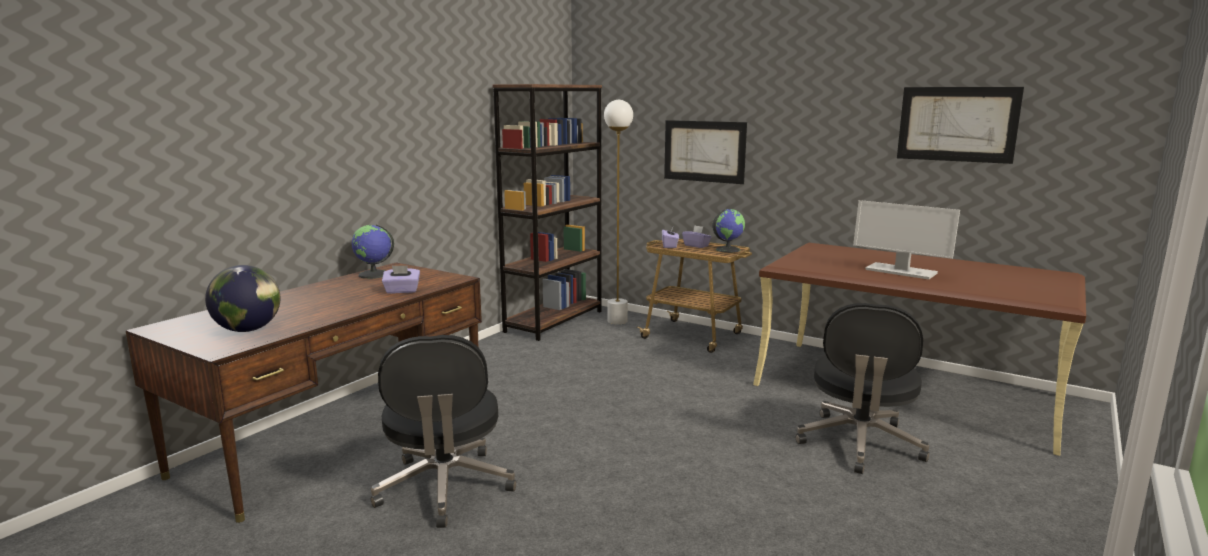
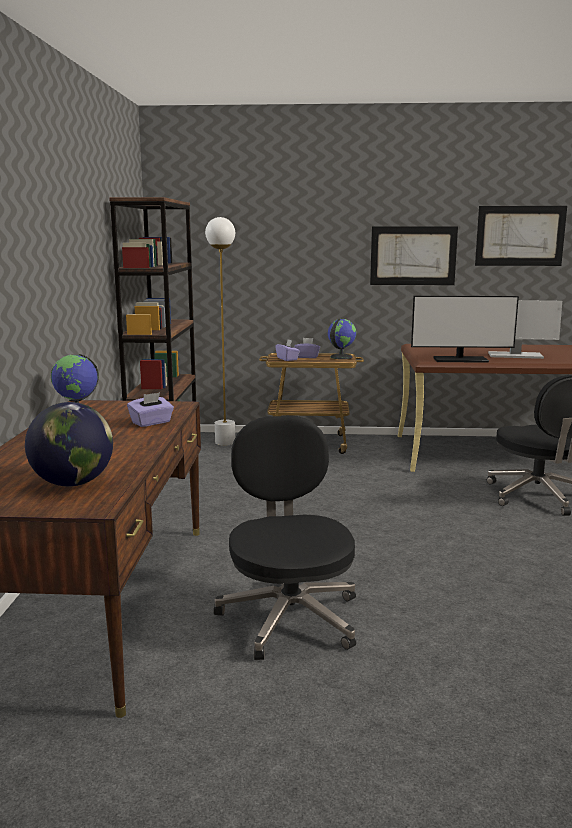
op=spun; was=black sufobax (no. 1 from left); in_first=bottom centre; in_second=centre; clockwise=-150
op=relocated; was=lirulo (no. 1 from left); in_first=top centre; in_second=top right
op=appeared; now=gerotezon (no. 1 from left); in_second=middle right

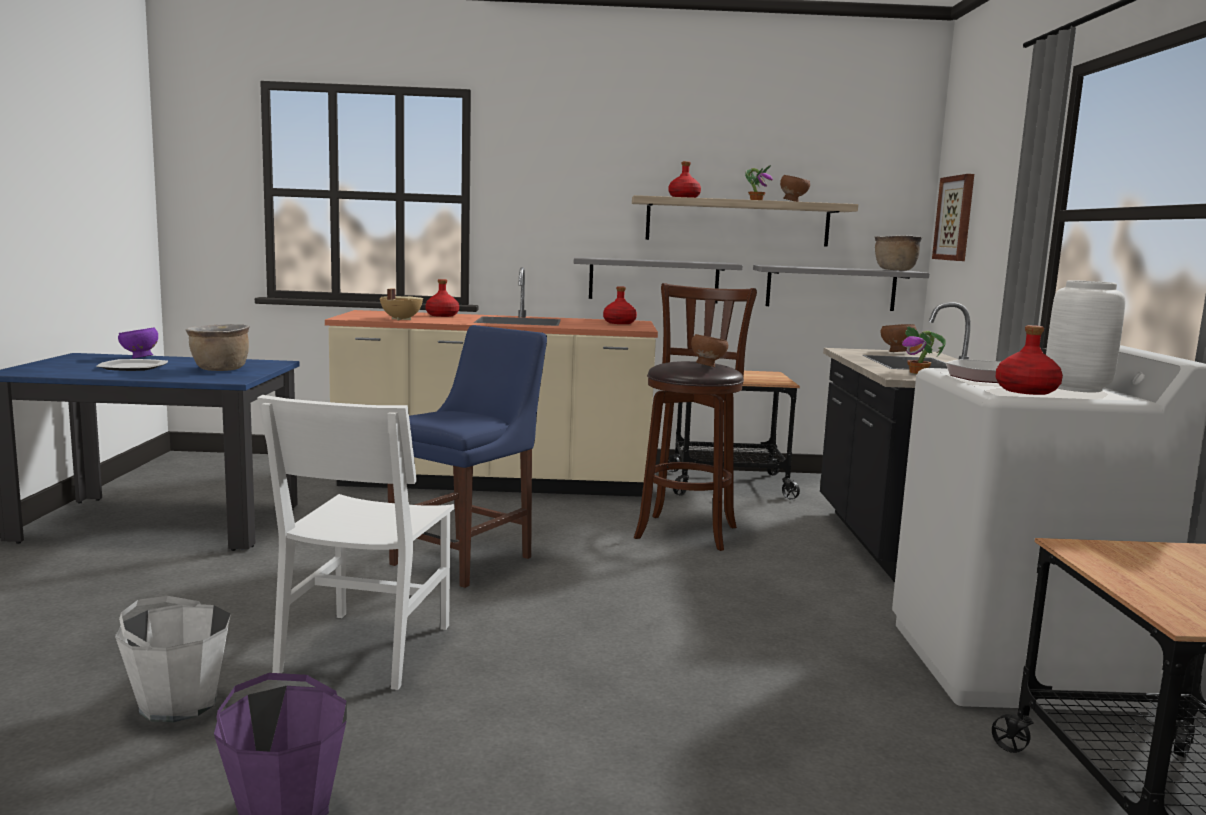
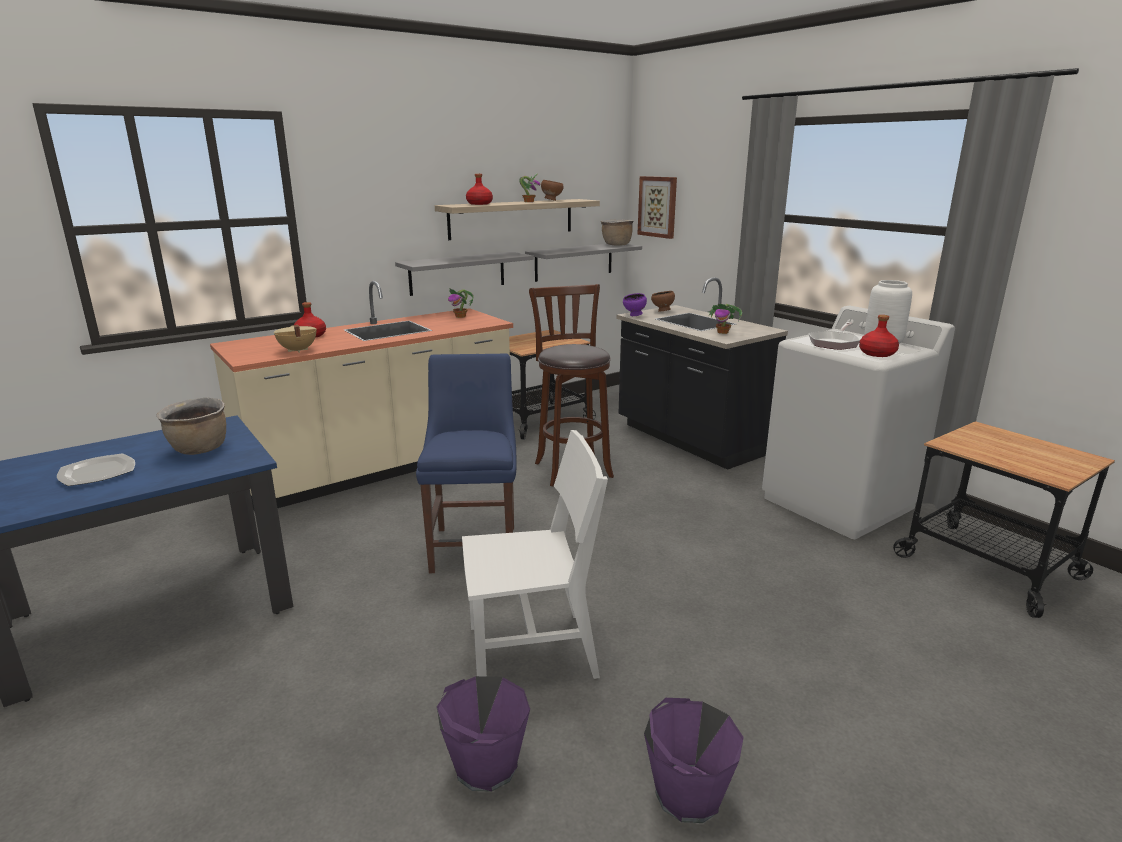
op=colour; was=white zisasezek; now=purple zisasezek (no. 1 from left); in_first=bottom left; in_second=bottom centre
op=relocated; was=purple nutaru; in_first=middle left; in_second=centre
op=spun; was=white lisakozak; in_first=middle left; in_second=centre; clockwise=-75
op=exchanged; was=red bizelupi (no. 2 from left); now=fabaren (no. 1 from left); in_first=centre; in_second=centre
op=missing; was=brown nutaru (no. 1 from left); in_first=centre

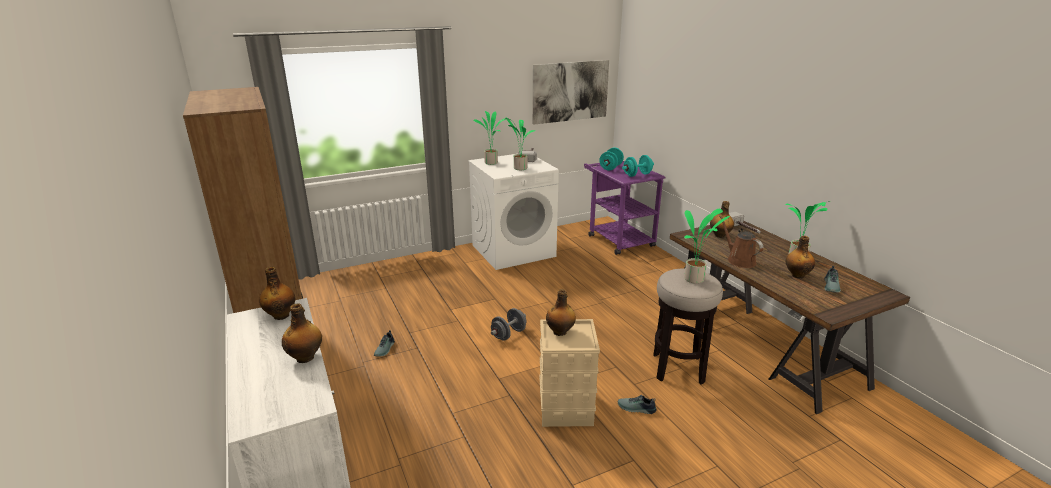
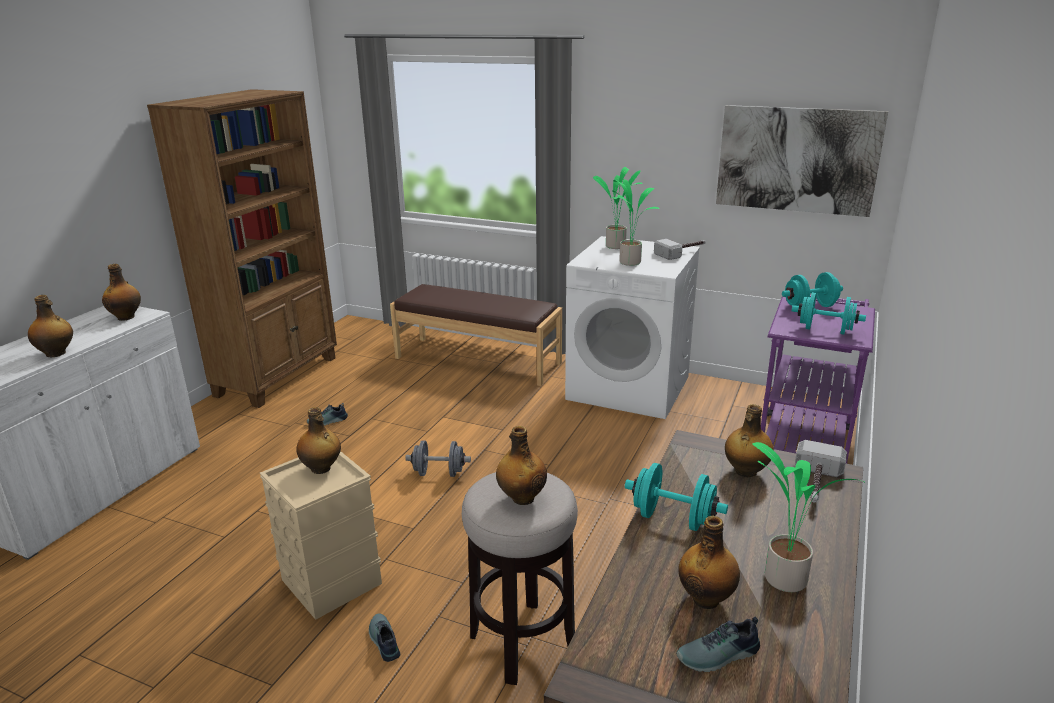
op=exchanged; was=fabaren (no. 3 from left); now=bizelupi (no. 4 from left); in_first=middle right; in_second=centre
op=exchanged; was=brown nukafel; now=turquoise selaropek (no. 1 from left); in_first=middle right; in_second=bottom centre
op=appeared; now=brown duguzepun; in_second=centre

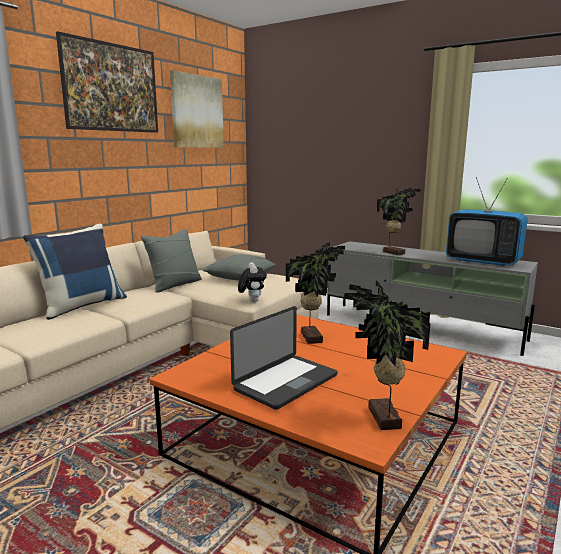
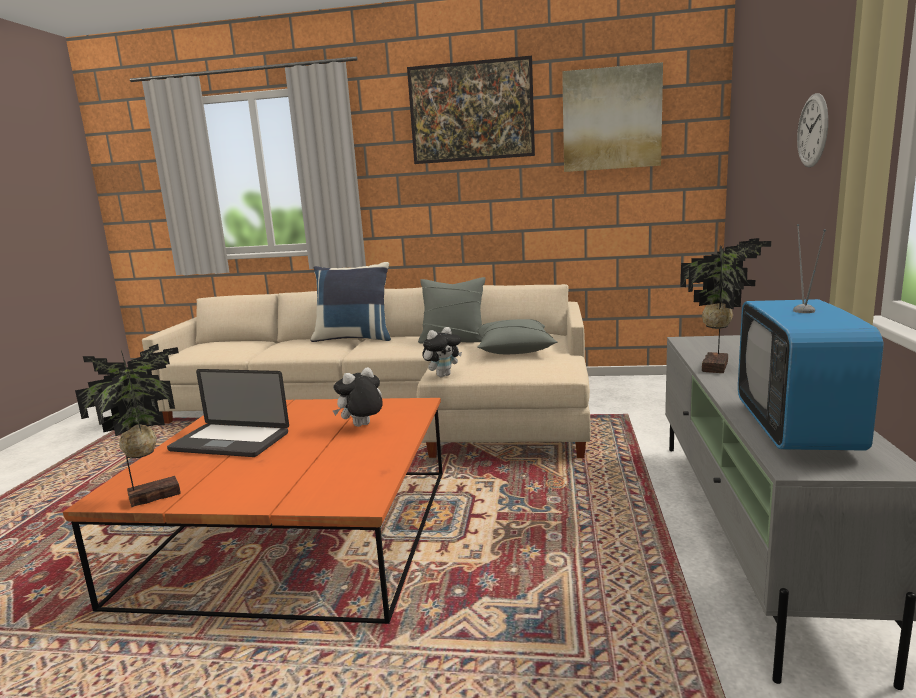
op=exchanged; was=fabaren (no. 1 from left); now=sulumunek (no. 1 from left); in_first=centre; in_second=centre
op=appeared; now=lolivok; in_second=top right

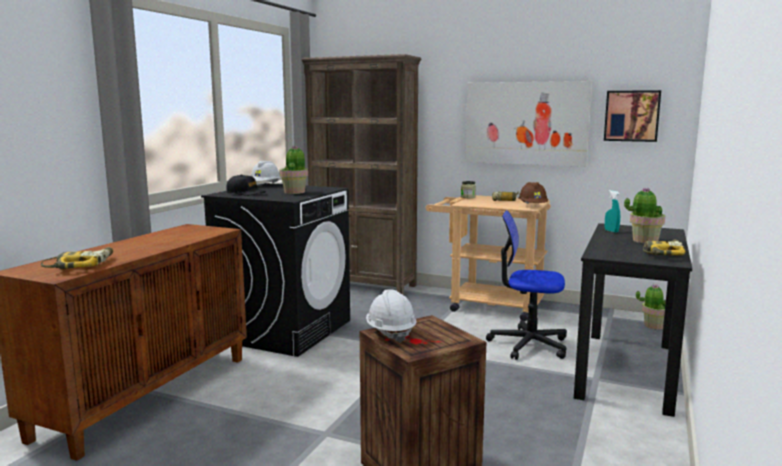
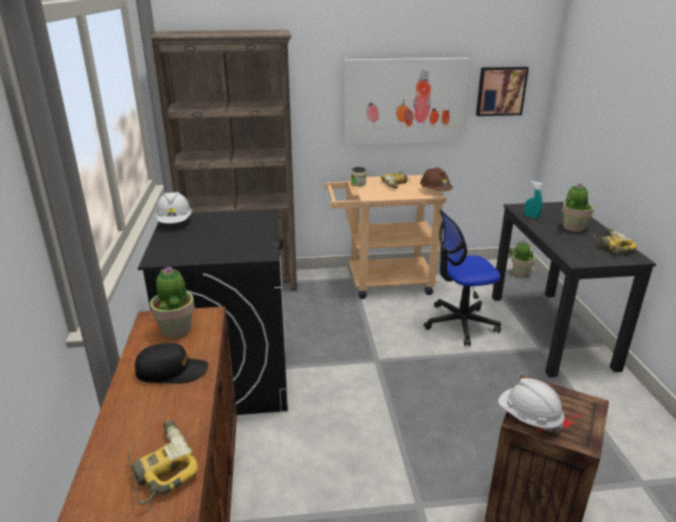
op=relocated; was=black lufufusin; in_first=middle left; in_second=bottom left
op=relocated; was=fabaren (no. 1 from left); in_first=centre; in_second=middle left

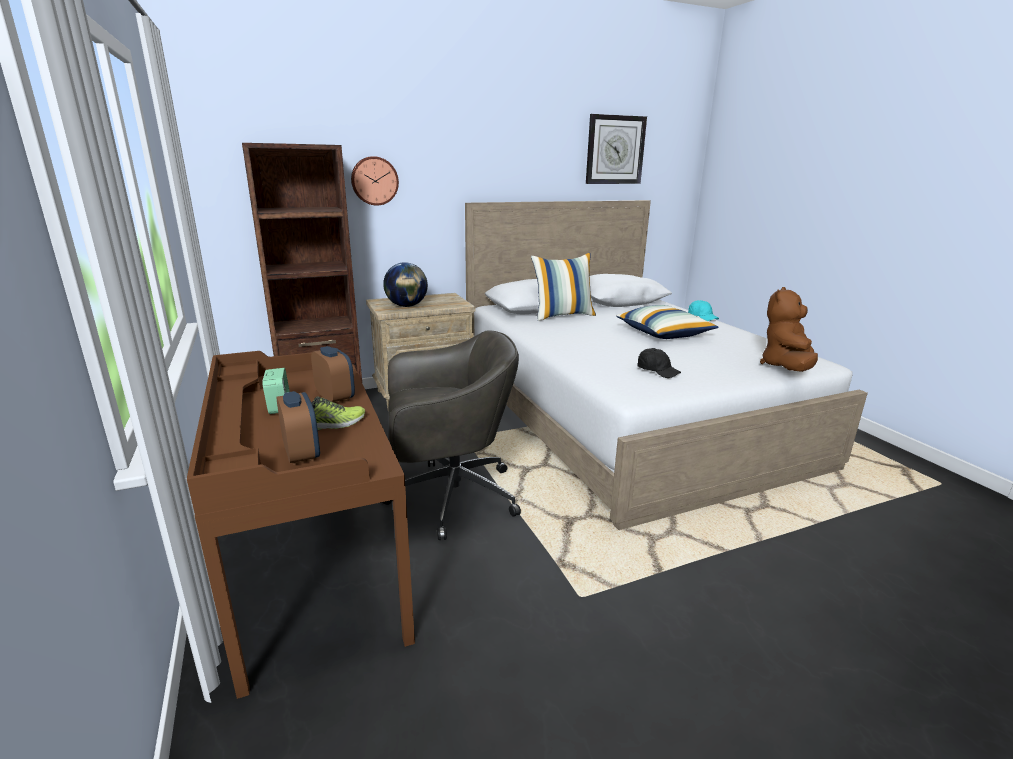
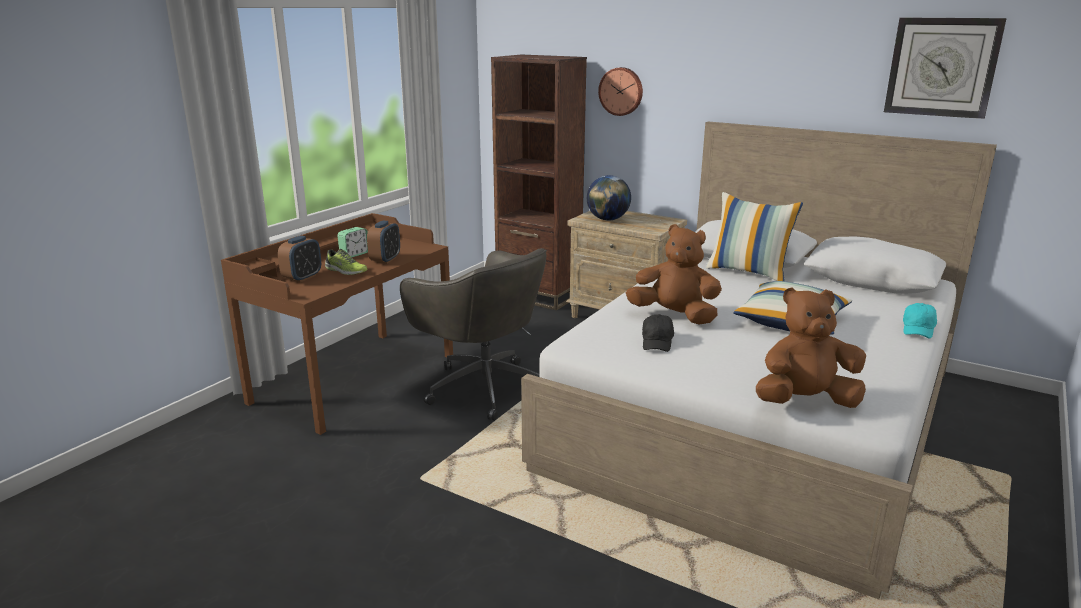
op=appeared; now=brown sulumunek (no. 1 from left); in_second=centre

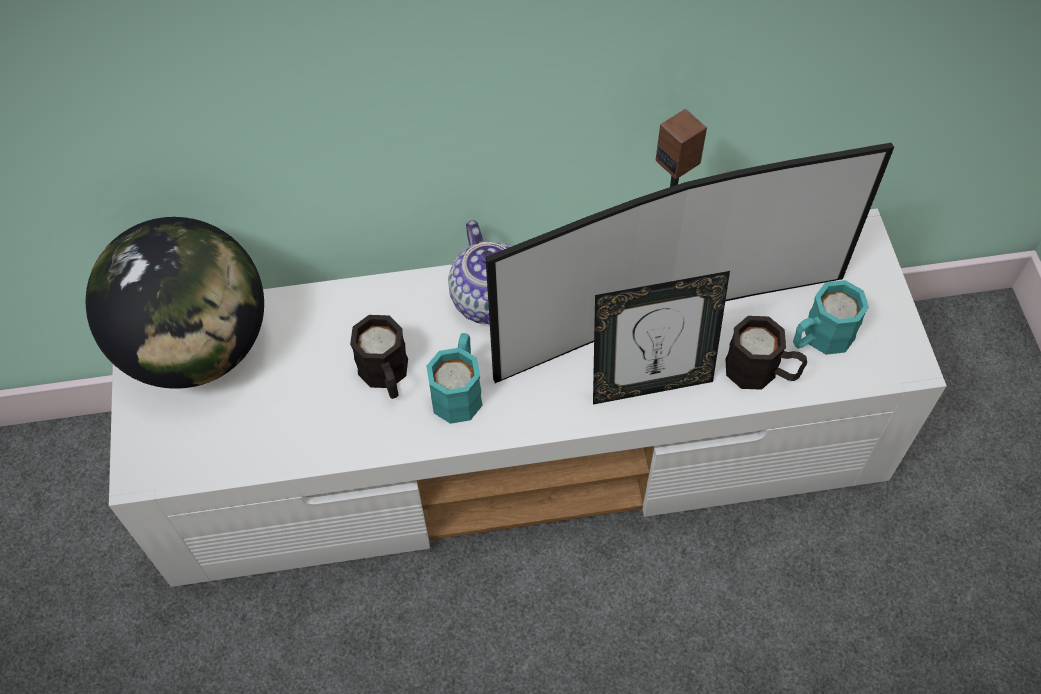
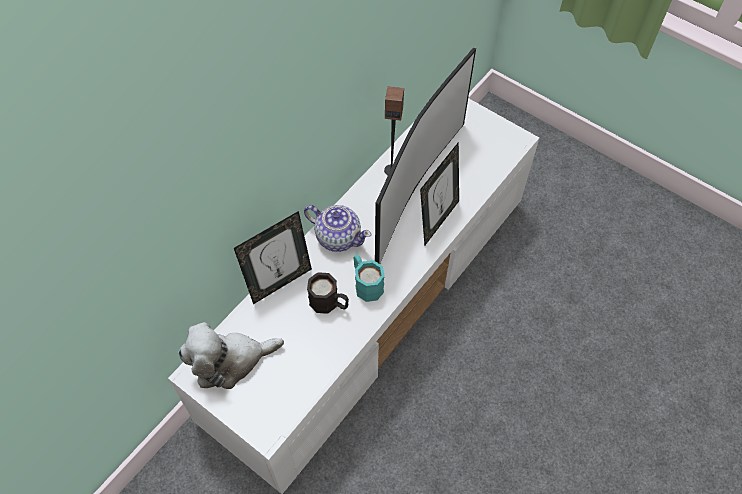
op=exchanged; was=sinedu; now=sulumunek; in_first=middle left; in_second=bottom left
op=missing; was=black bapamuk (no. 2 from left); in_first=middle right
op=missing; was=turquoise bapamuk (no. 2 from left); in_first=middle right
op=appeared; now=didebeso (no. 1 from left); in_second=centre

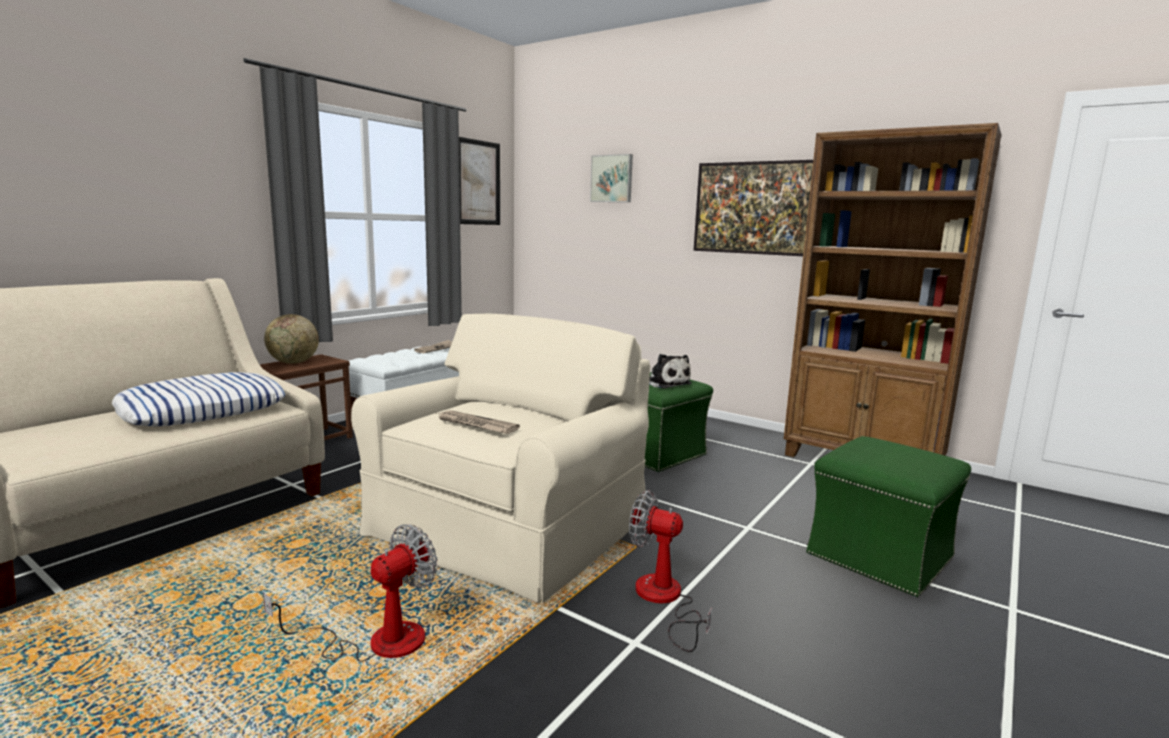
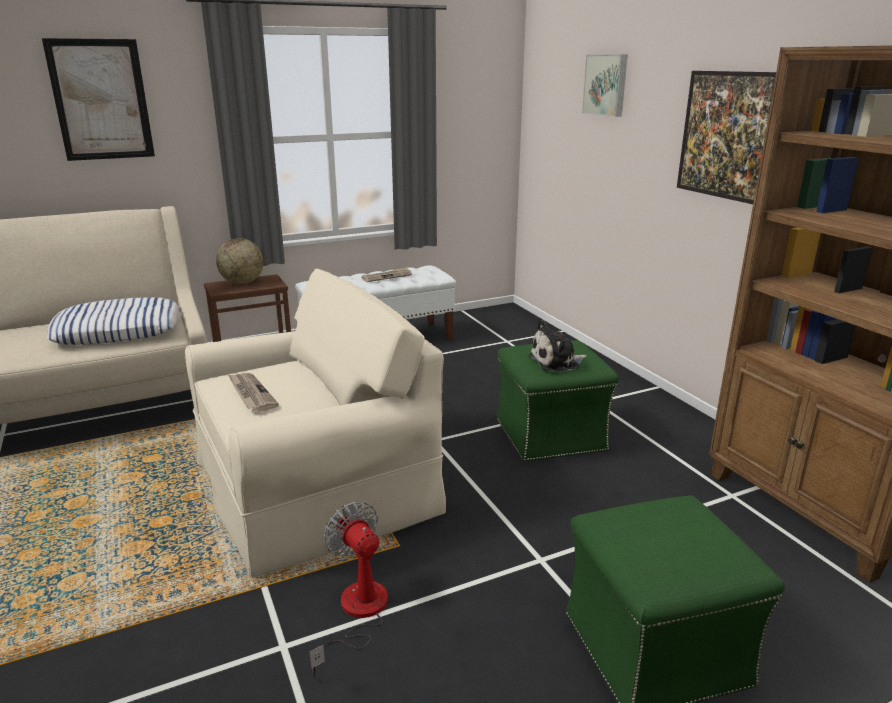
op=missing; was=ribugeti (no. 1 from left); in_first=bottom left
op=relocated; was=lirulo (no. 1 from left); in_first=top centre; in_second=top left
op=spun; was=sulumunek; in_first=centre; in_second=centre; clockwise=75

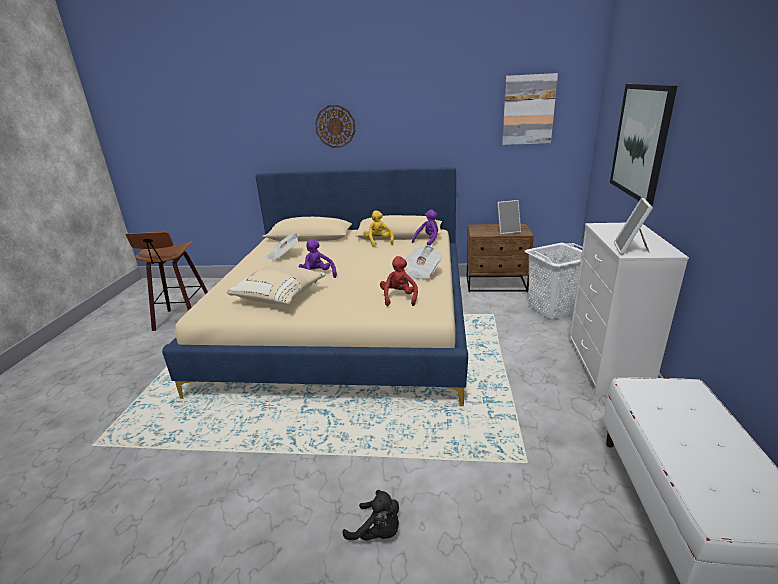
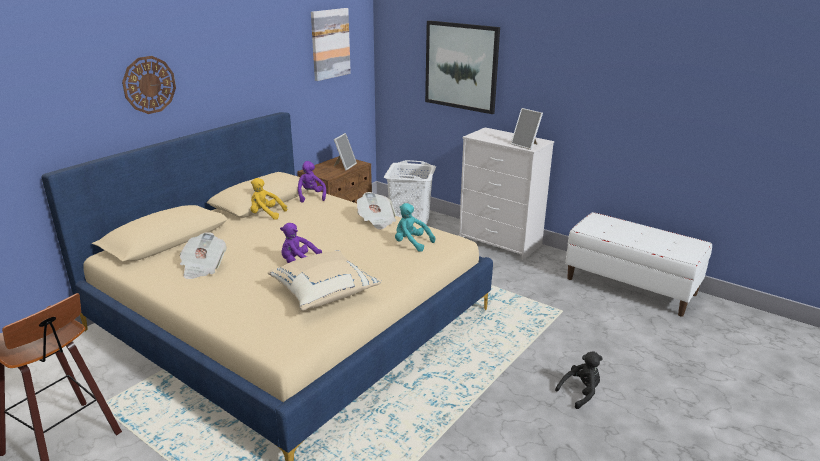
op=colour; was=red sulumunek; now=turquoise sulumunek; in_first=centre; in_second=centre

